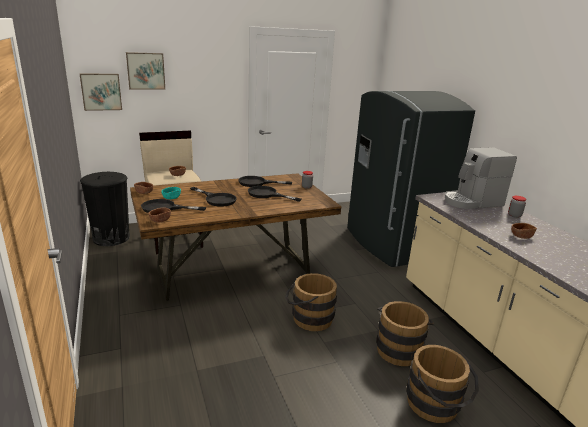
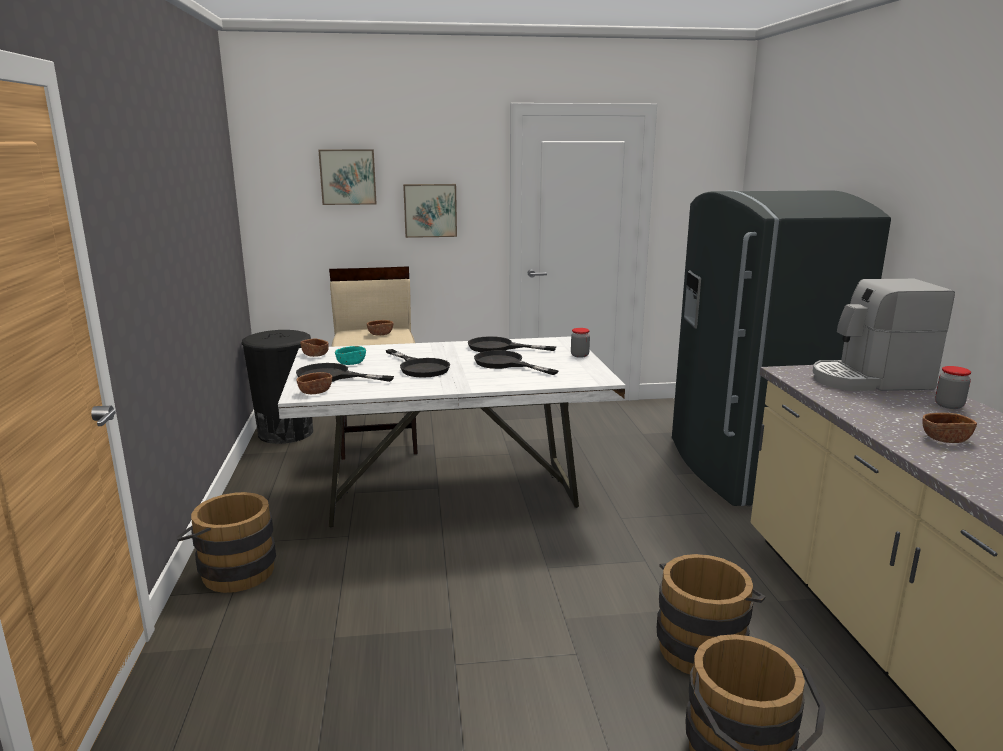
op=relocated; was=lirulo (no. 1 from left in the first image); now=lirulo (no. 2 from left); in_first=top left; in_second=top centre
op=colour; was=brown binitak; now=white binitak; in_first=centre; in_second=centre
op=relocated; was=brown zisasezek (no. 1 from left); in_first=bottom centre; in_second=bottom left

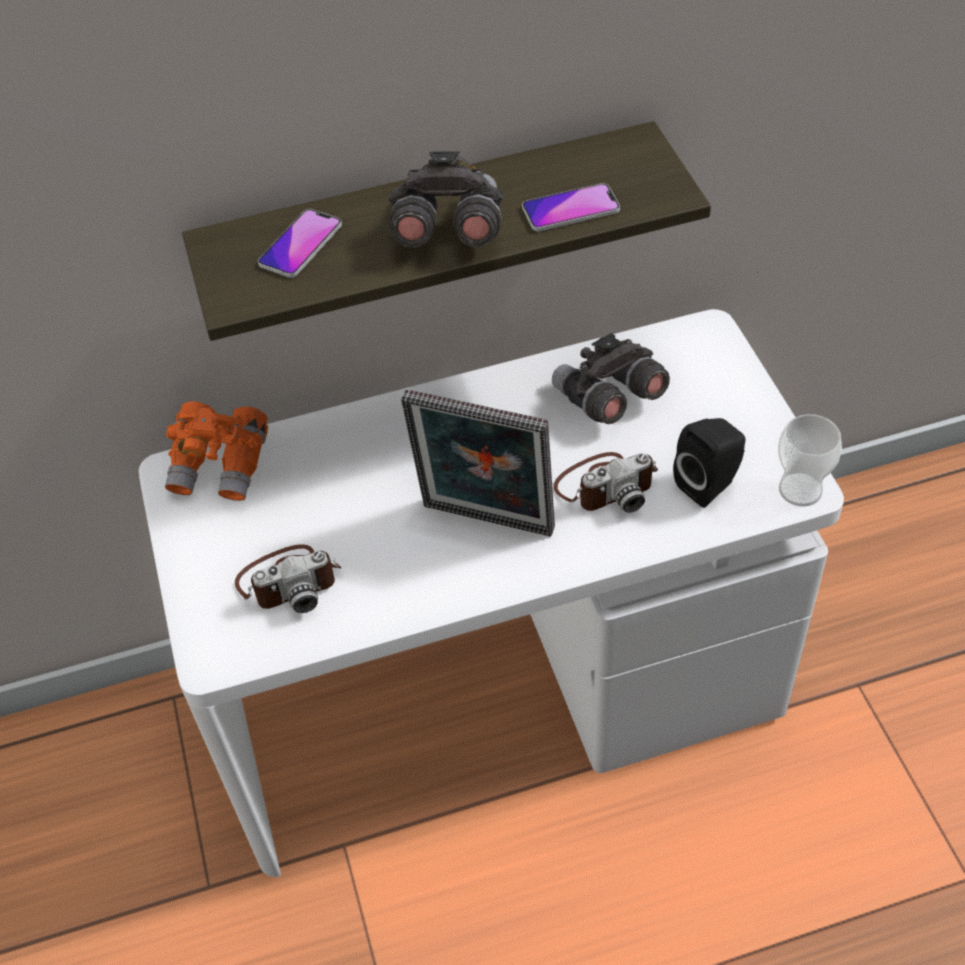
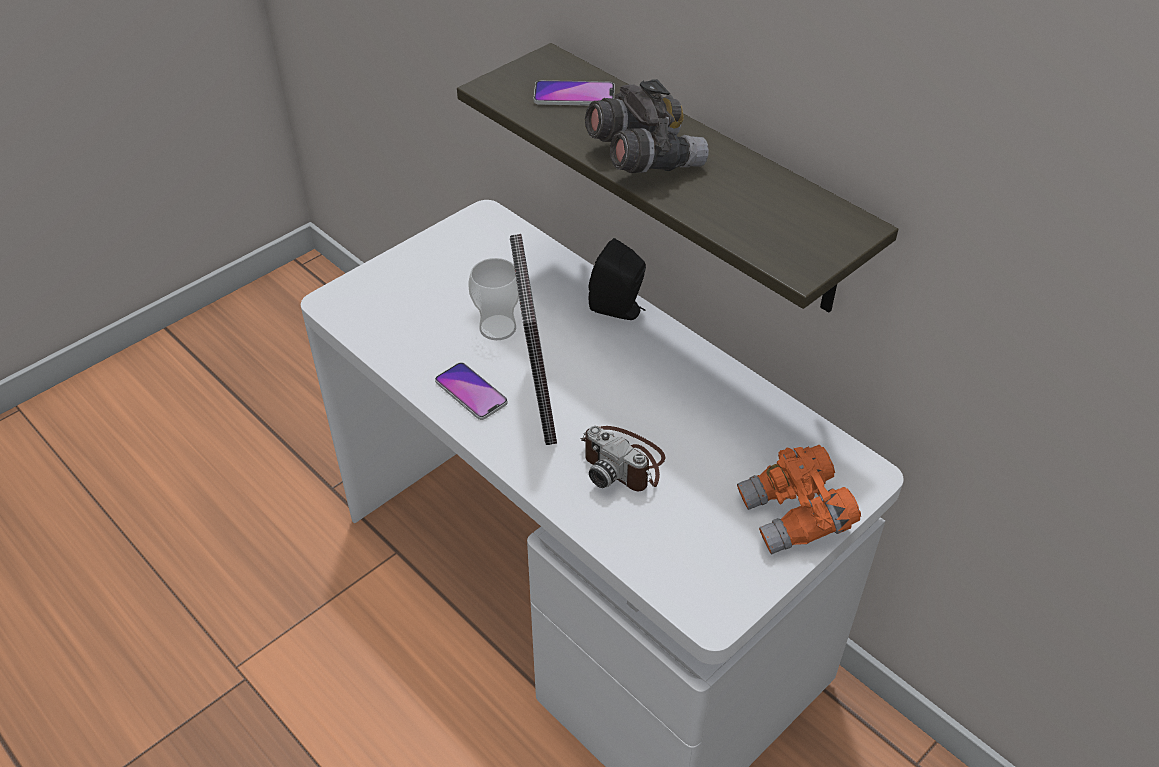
op=relocated; was=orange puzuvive; in_first=middle left; in_second=middle right
op=missing; was=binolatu (no. 1 from left); in_first=middle left
op=relocated; was=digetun (no. 2 from left in the first image); now=digetun (no. 1 from left); in_first=top centre; in_second=centre
op=missing; was=grey puzuvive (no. 2 from left); in_first=centre
op=relocated; was=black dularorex; in_first=middle right; in_second=centre
op=relocated; was=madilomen; in_first=middle right; in_second=centre

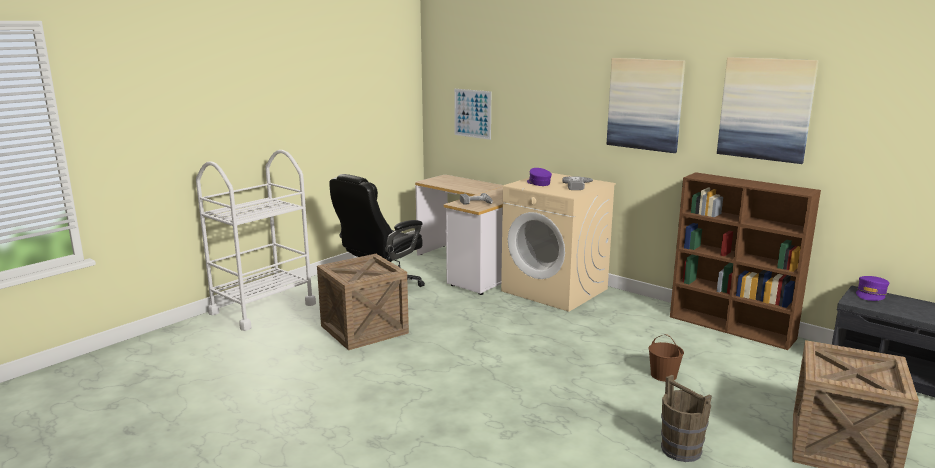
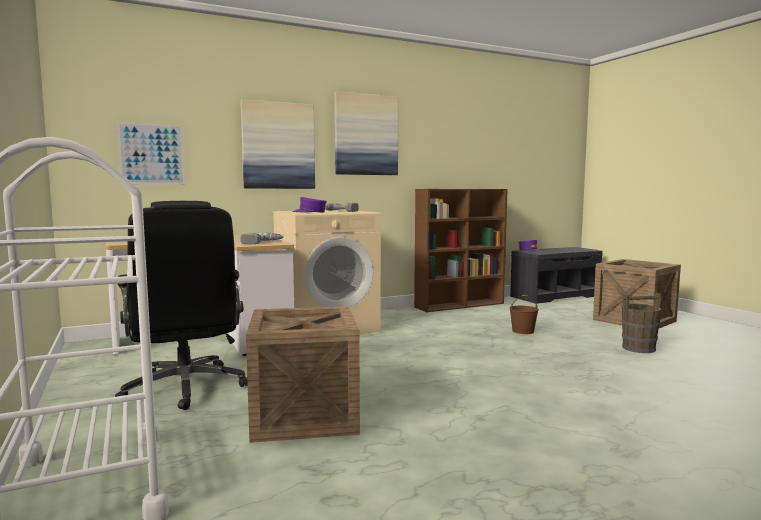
op=relocated; was=lirulo (no. 3 from left in the first image); now=lirulo (no. 2 from left); in_first=top right; in_second=top centre

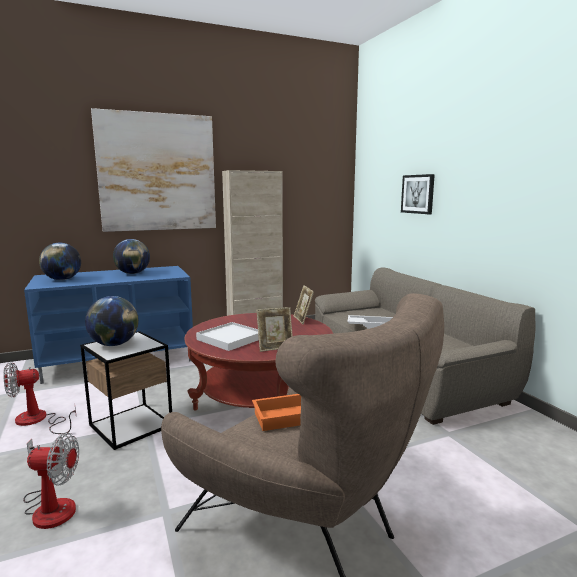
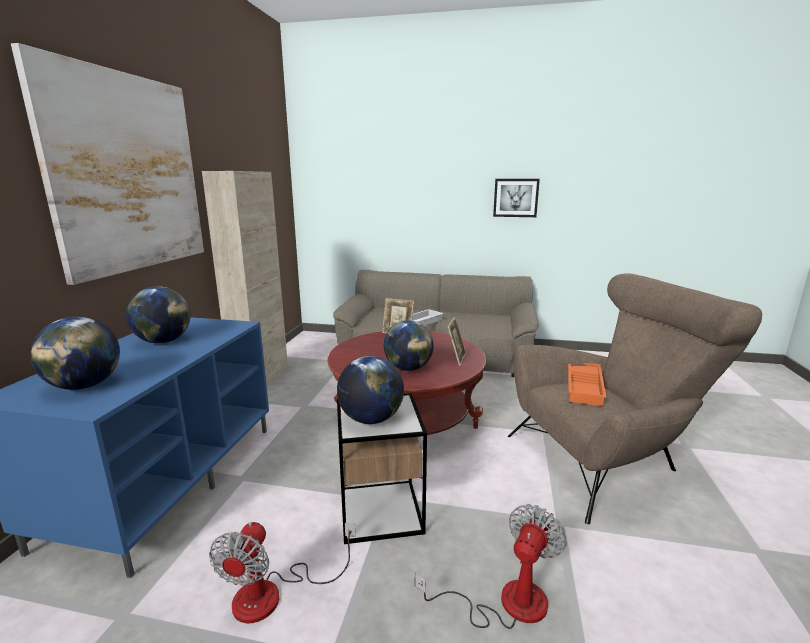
op=exchanged; was=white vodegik (no. 1 from left); now=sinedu (no. 4 from left); in_first=centre; in_second=centre
op=relocated; was=lirulo (no. 2 from left); in_first=middle right; in_second=top centre

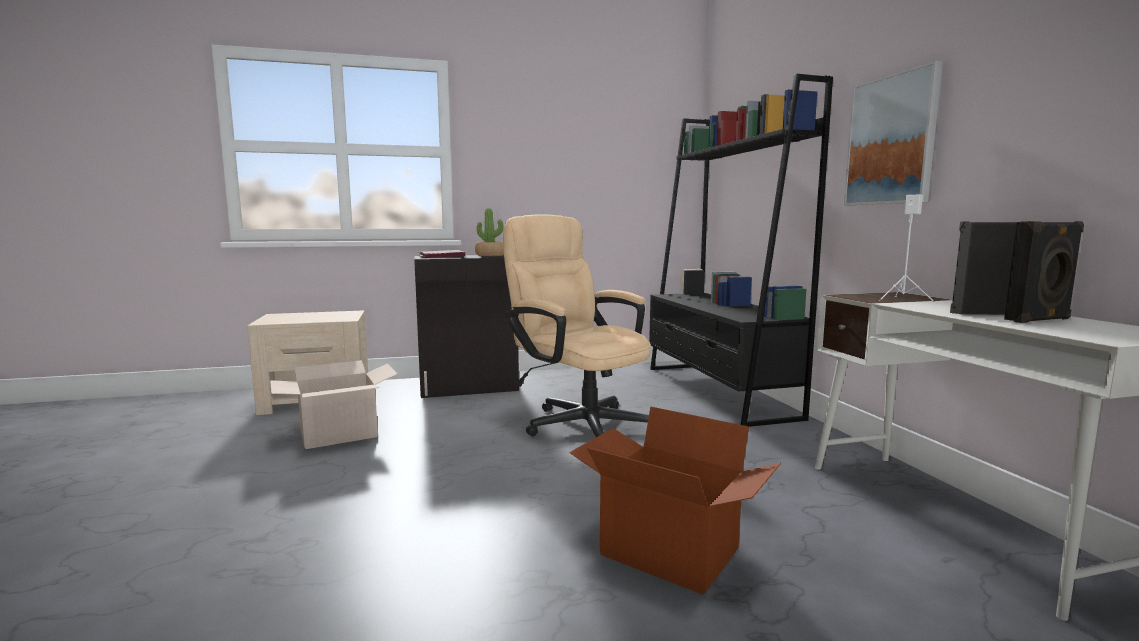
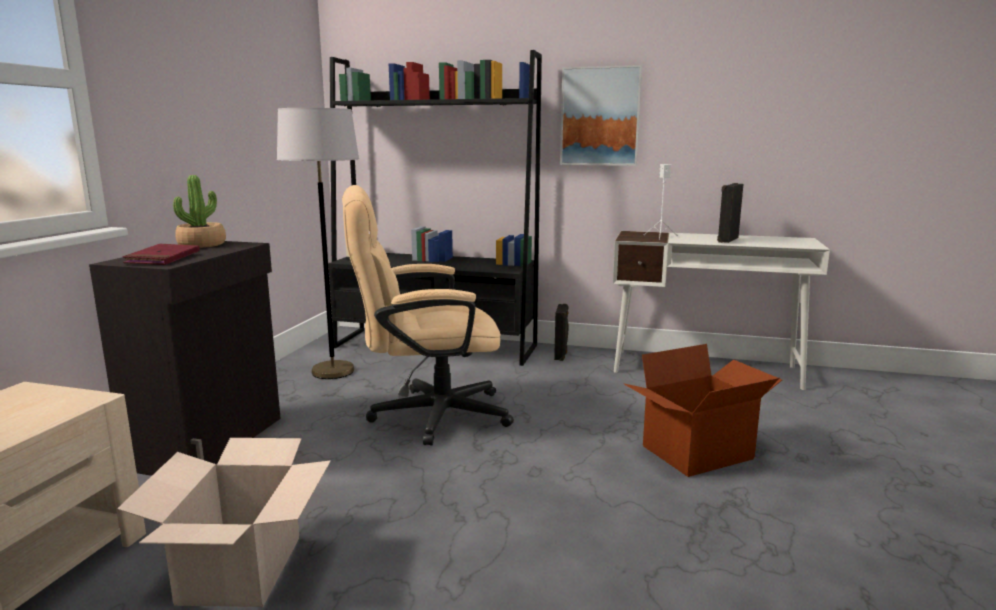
op=relocated; was=black dularorex (no. 2 from left in the first image); now=black dularorex (no. 1 from left); in_first=middle right; in_second=centre
op=appeared; now=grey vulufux; in_second=middle left

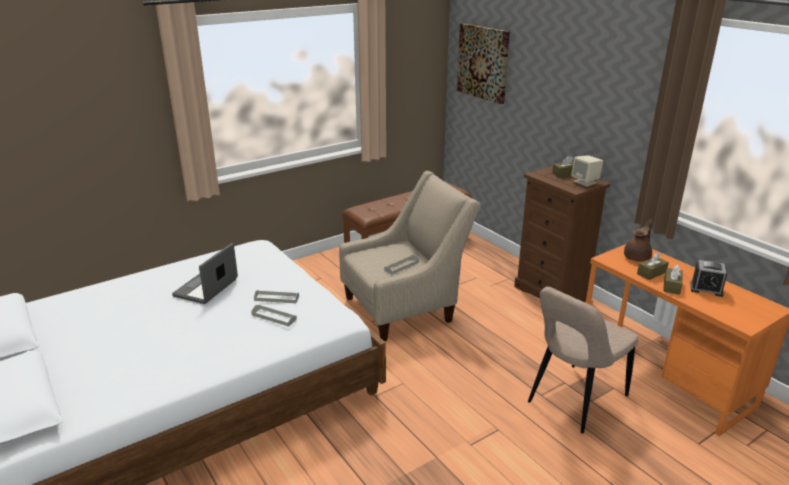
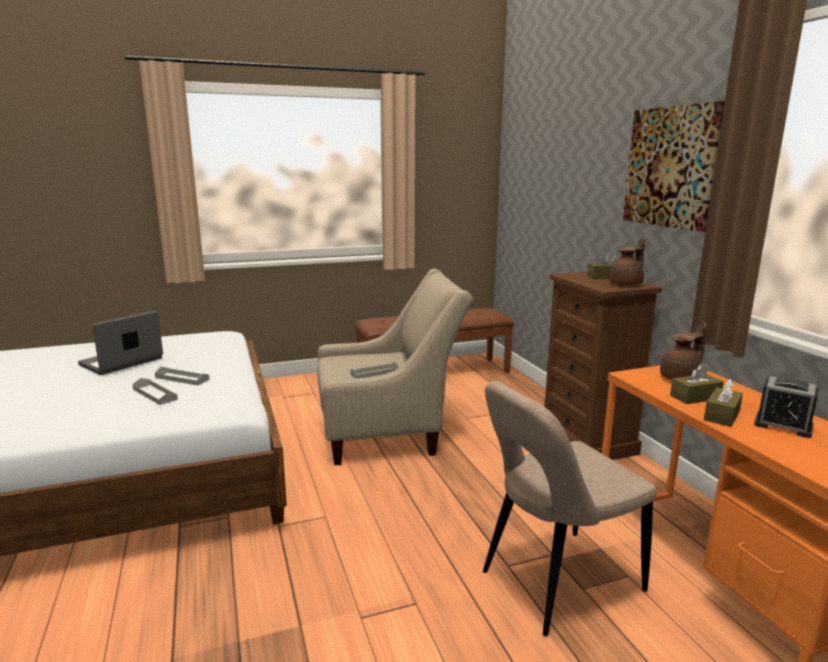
op=relocated; was=lirulo; in_first=top centre; in_second=top right
op=exchanged; was=beige dularorex; now=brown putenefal (no. 1 from left); in_first=middle right; in_second=middle right

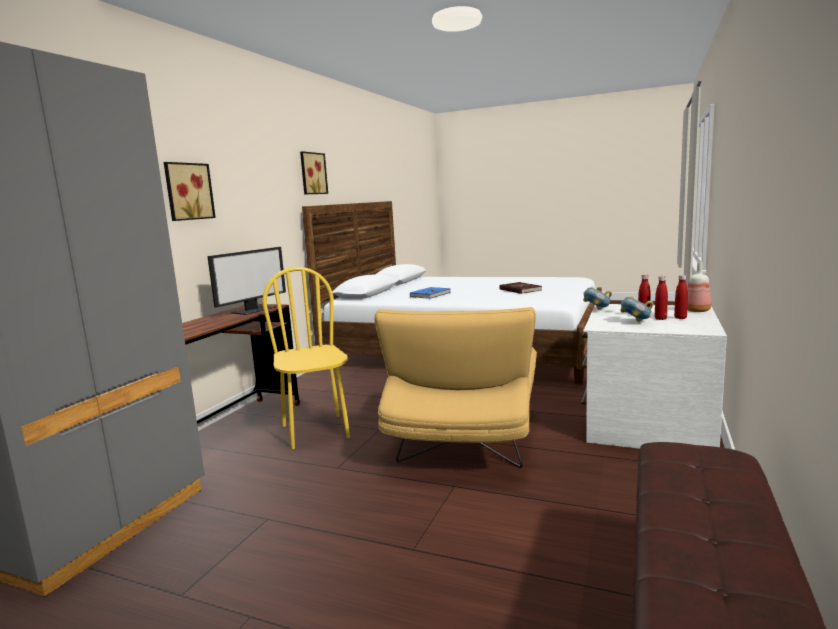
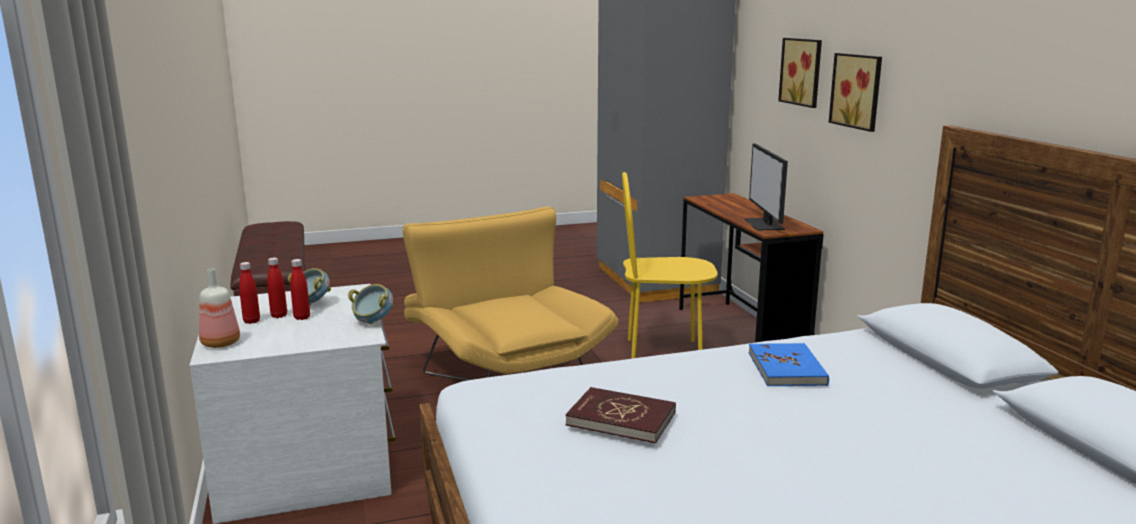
op=spun; was=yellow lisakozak; in_first=centre; in_second=centre; clockwise=150
op=relocated; was=lirulo (no. 2 from left); in_first=top centre; in_second=top right

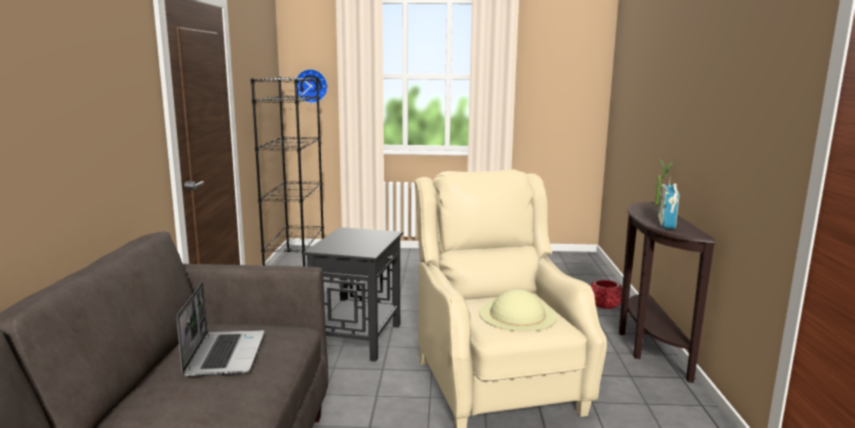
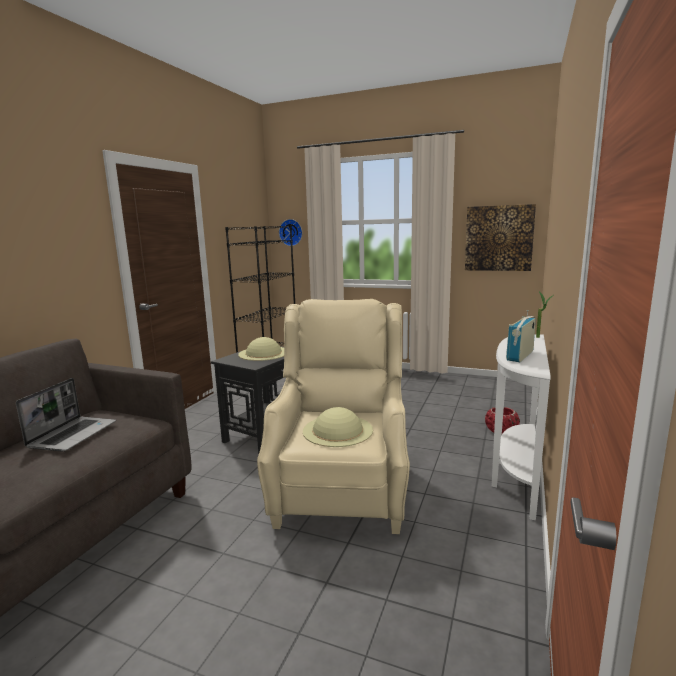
op=colour; was=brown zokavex; now=white zokavex; in_first=bottom right; in_second=middle right
op=appeared; now=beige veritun (no. 1 from left); in_second=centre
op=appeared; now=lirulo; in_second=middle right

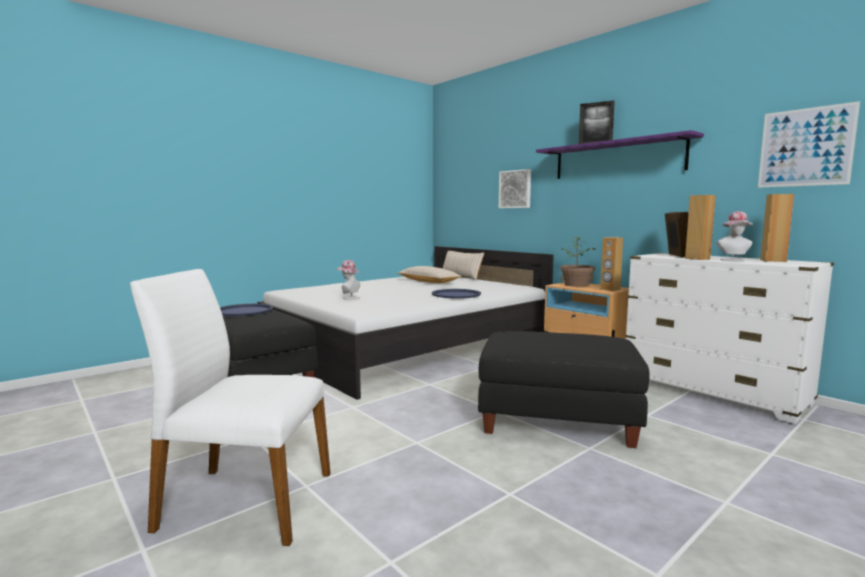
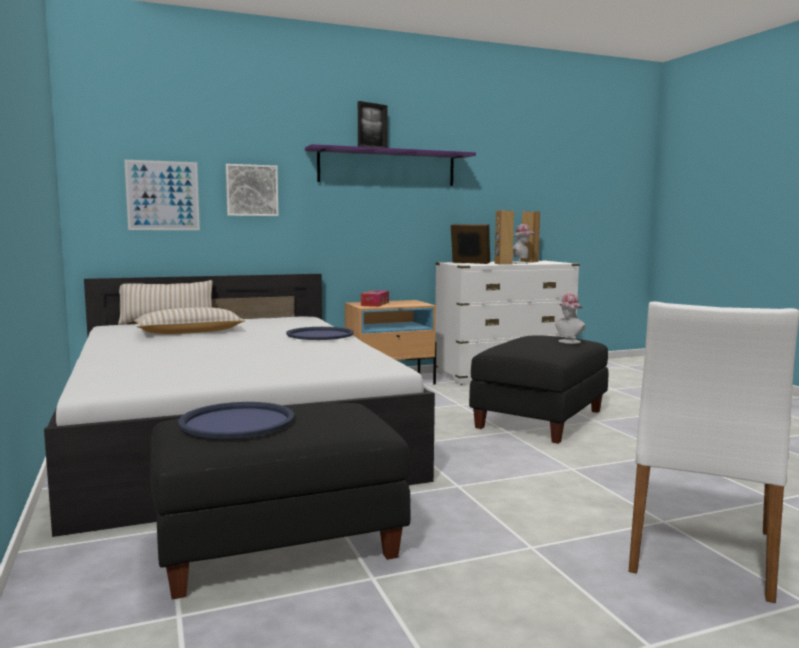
op=relocated; was=veritun (no. 1 from left in the first image); now=veritun (no. 2 from left); in_first=centre; in_second=middle right
op=exchanged; was=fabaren; now=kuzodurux; in_first=middle right; in_second=centre
op=missing; was=brown dularorex (no. 1 from left); in_first=middle right
op=relocated; was=lirulo (no. 2 from left in the first image); now=lirulo (no. 1 from left); in_first=top right; in_second=top left

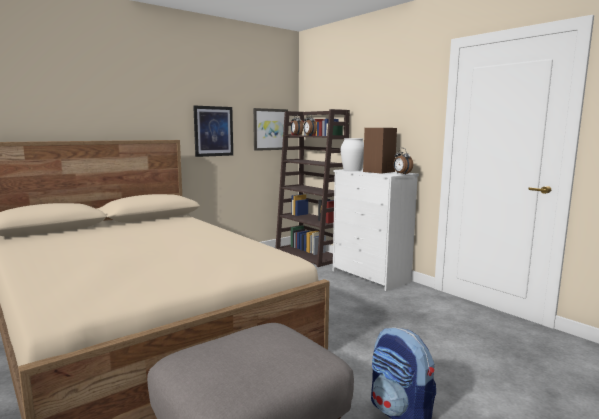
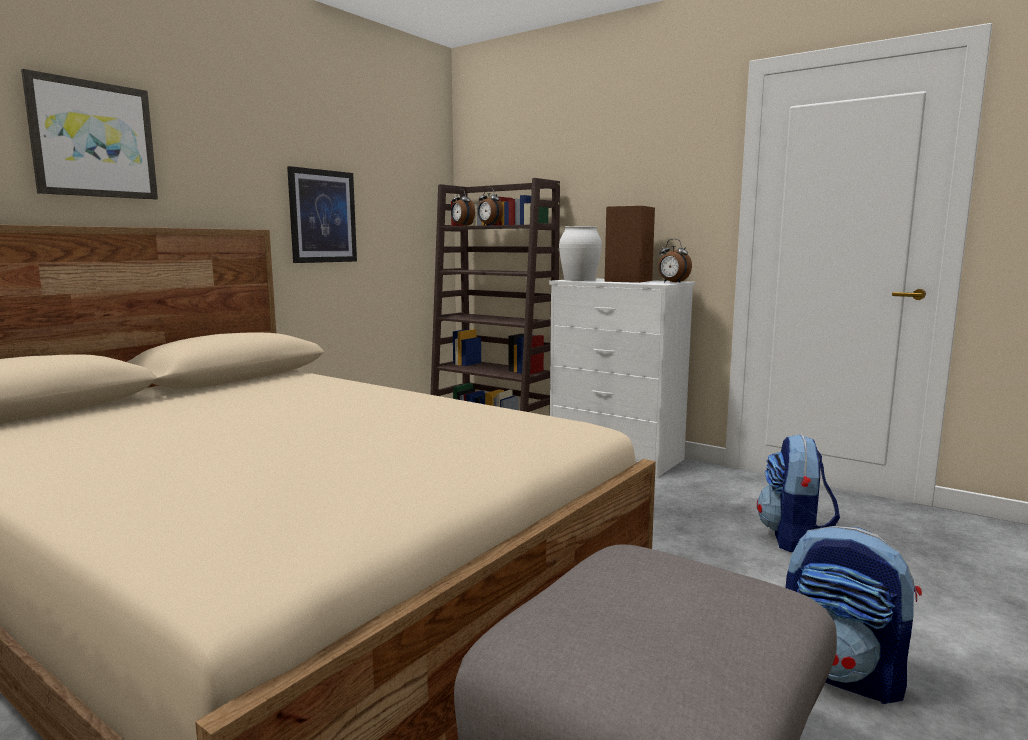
op=relocated; was=lirulo (no. 2 from left in the first image); now=lirulo (no. 1 from left); in_first=top centre; in_second=top left
op=appeared; now=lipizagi (no. 1 from left); in_second=middle right

